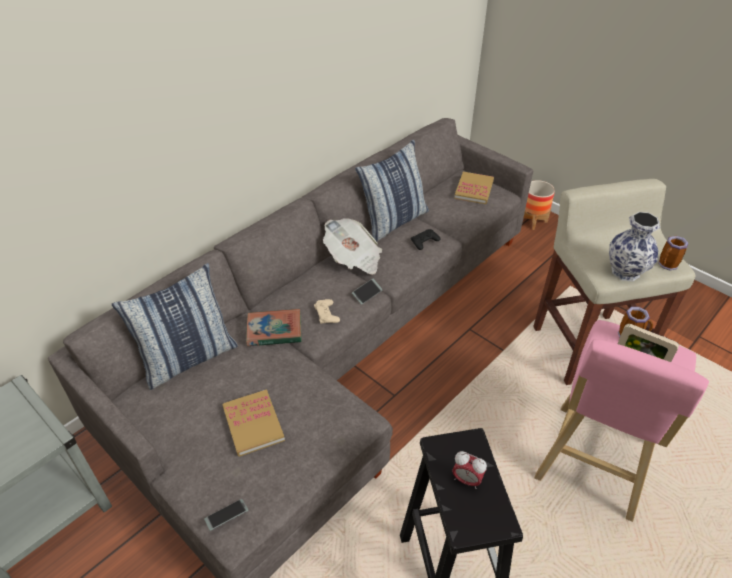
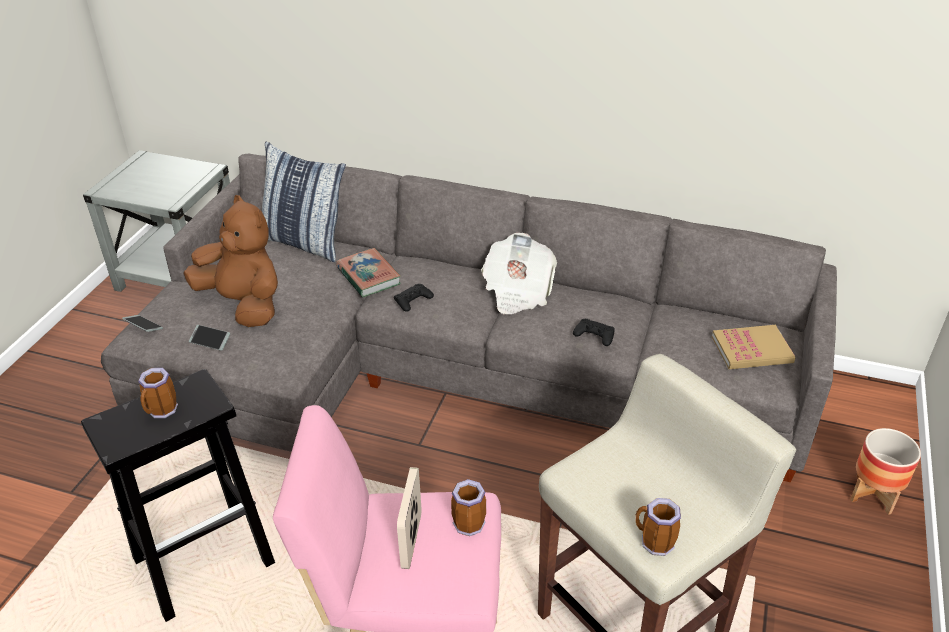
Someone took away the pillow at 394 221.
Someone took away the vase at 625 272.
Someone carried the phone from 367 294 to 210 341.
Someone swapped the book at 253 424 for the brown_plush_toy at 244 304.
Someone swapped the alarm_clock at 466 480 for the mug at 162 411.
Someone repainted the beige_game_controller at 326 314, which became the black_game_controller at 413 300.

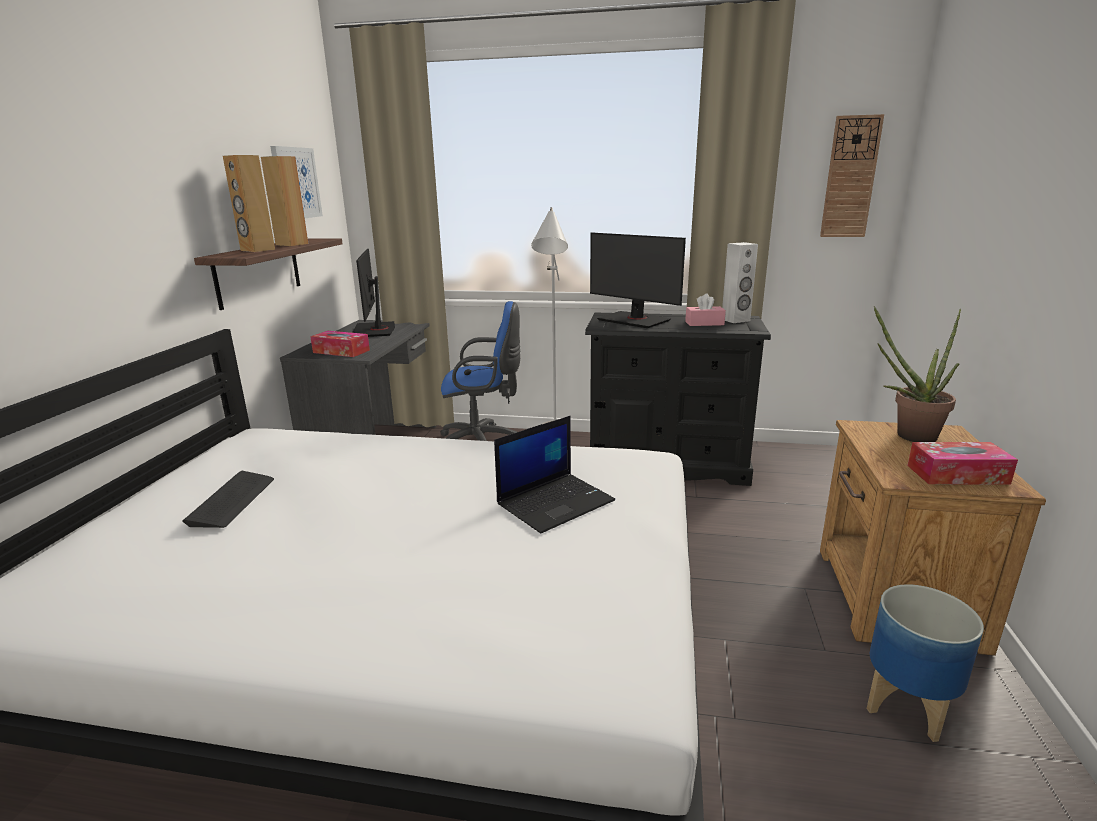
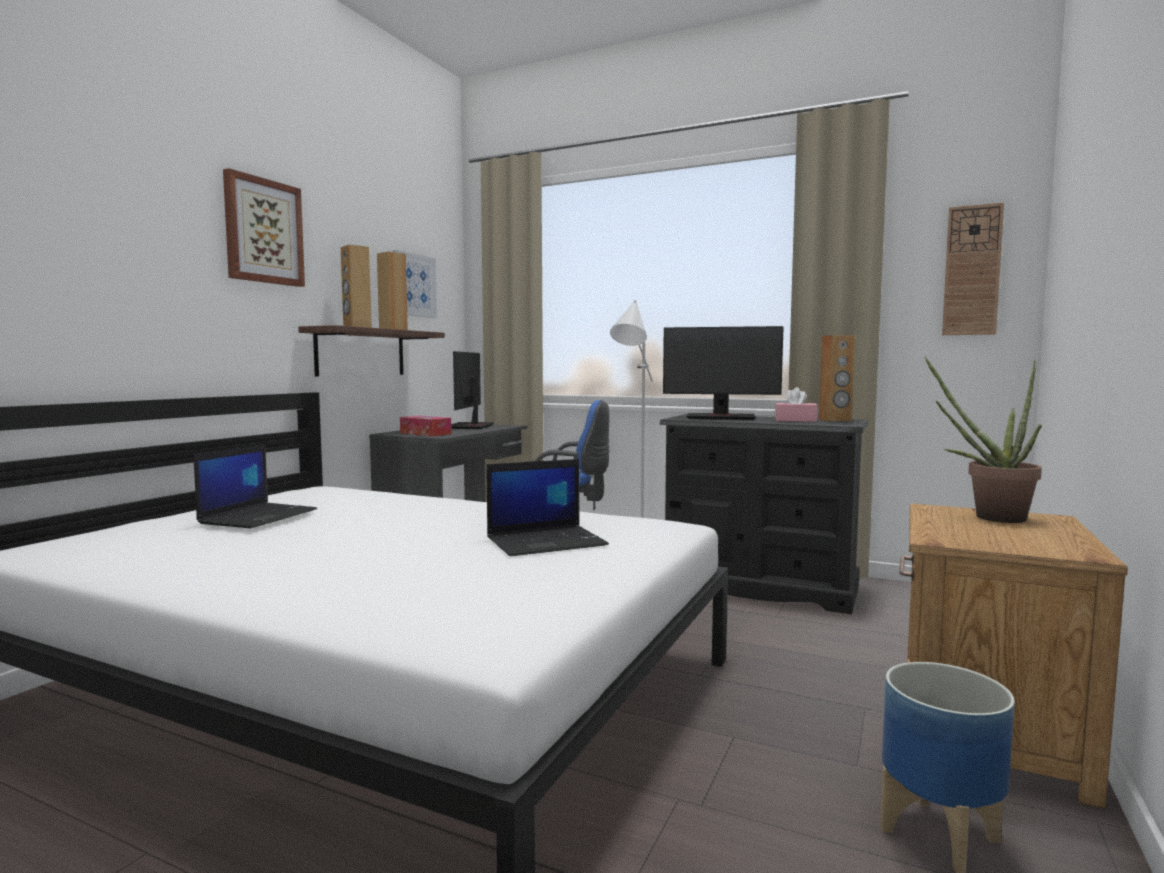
Someone took away the tissue_box at 957 474.
Someone put up the picture at 263 231.
Someone swapped the keyboard at 232 501 for the laptop at 259 516.
Someone repainted the white_speaker at 735 320, which became the brown_speaker at 835 420.
Someone rotated the monitor at 634 320 by 45 degrees counterclockwise.

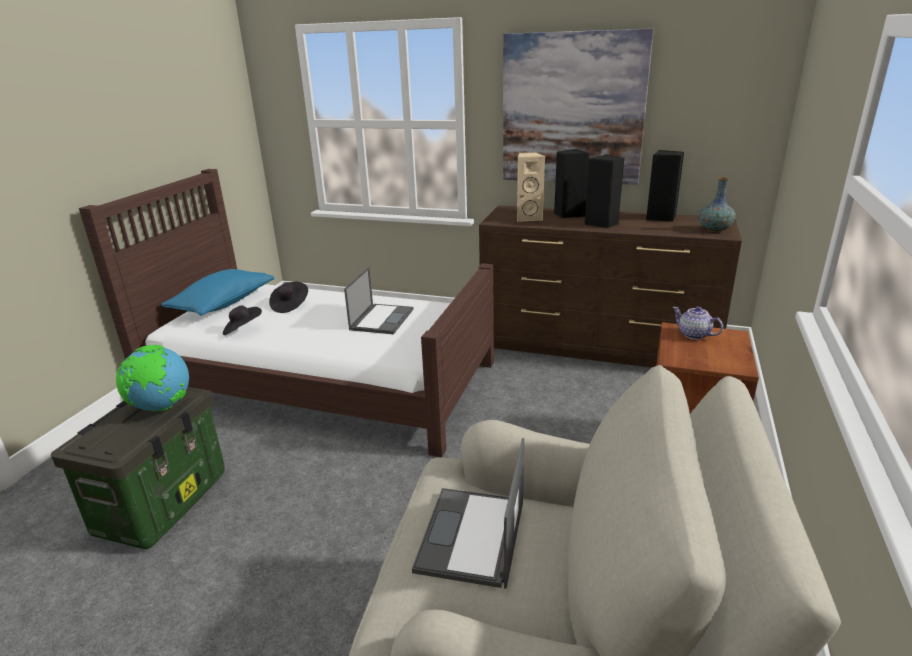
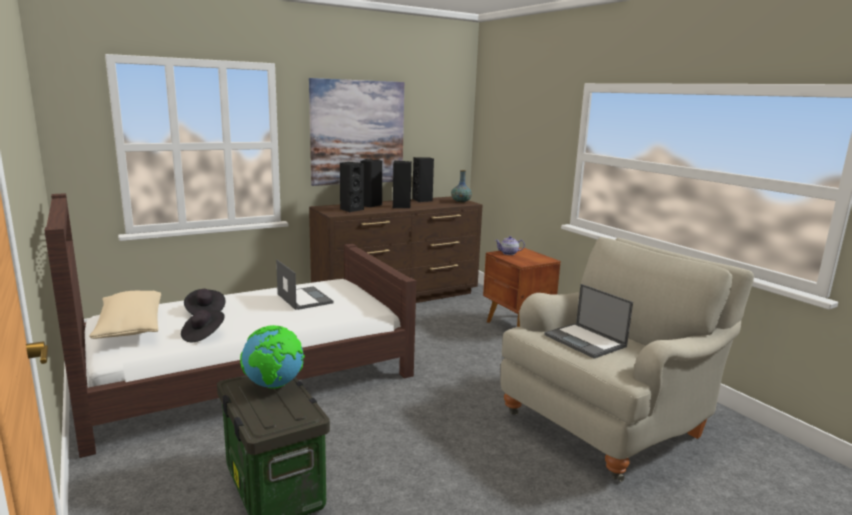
Someone repainted the blue_pillow at 223 304, which became the beige_pillow at 130 328.
Someone repainted the beige_speaker at 528 218, which became the black_speaker at 351 209.

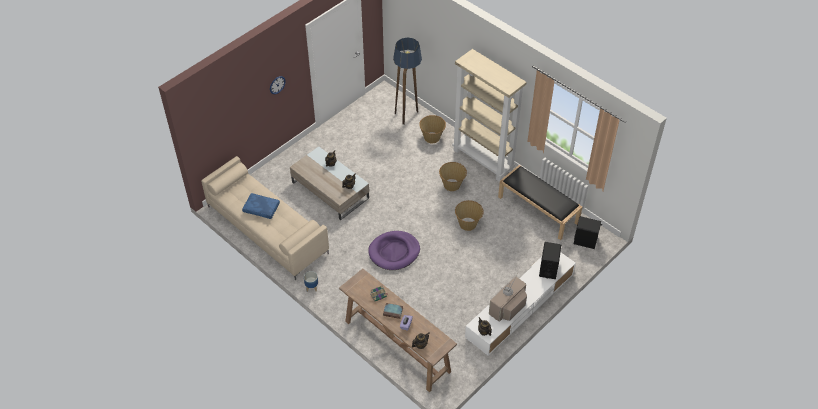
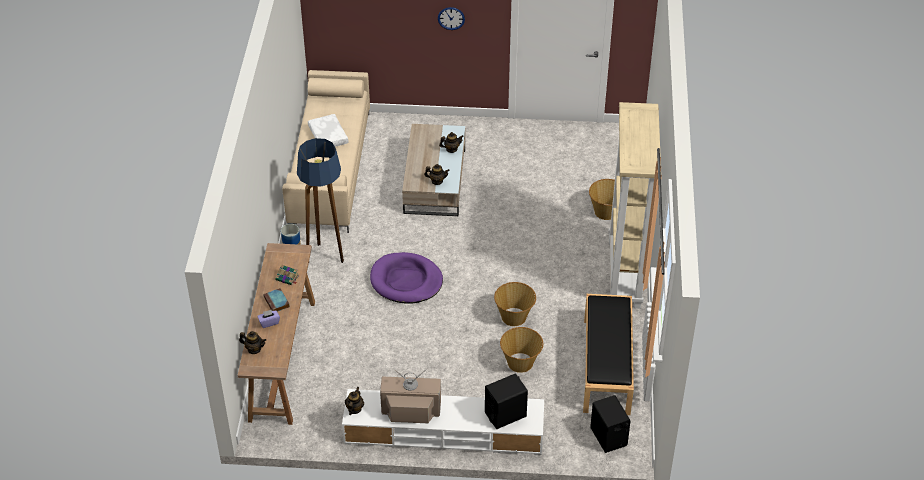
Someone carried the floor_lamp from 407 115 to 326 257.
Someone carried the basket from 452 185 to 520 363.
Someone repainted the blue_pillow at 261 209, which became the white_pillow at 327 136.

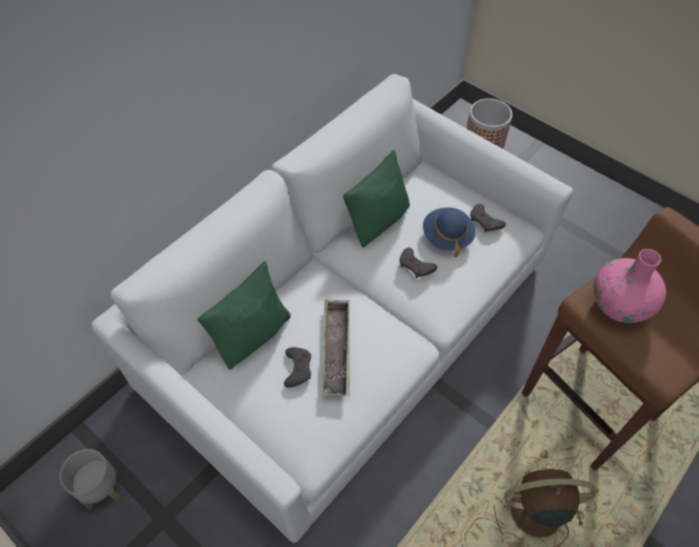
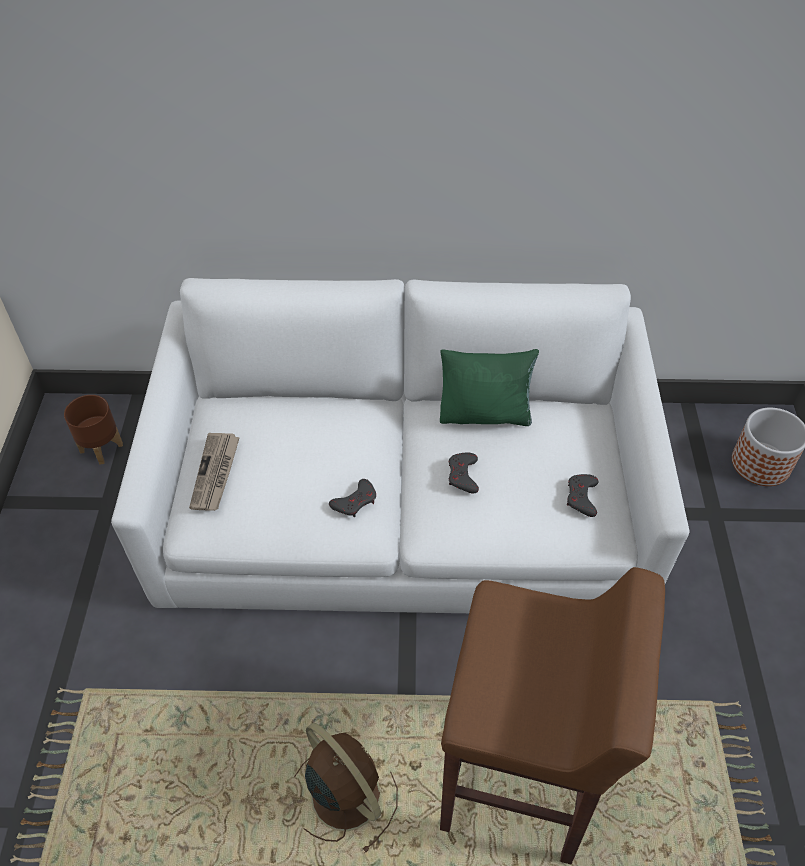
Someone took away the green_pillow at 253 335.
Someone took away the tray at 336 349.
Someone took away the blue_hat at 447 237.
Someone took away the pink_vase at 619 305.
Someone put down the newspaper at 215 473.
Someone carried the grey_game_controller from 298 368 to 355 501.
Someone repainted the grey_planter at 103 489, which became the brown_planter at 102 448.

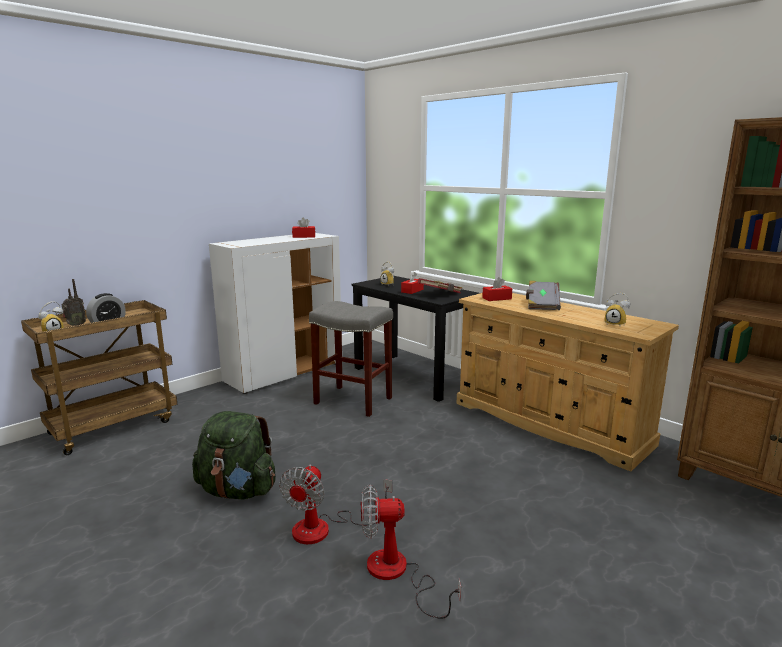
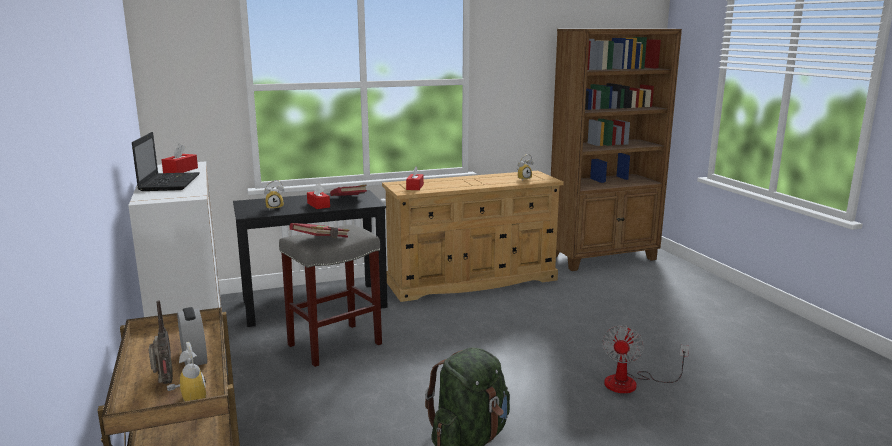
Someone took away the fan at 324 528.
Someone took away the grey_book at 542 305.
Someone put down the laptop at 169 182.
Someone put down the red_book at 321 241.

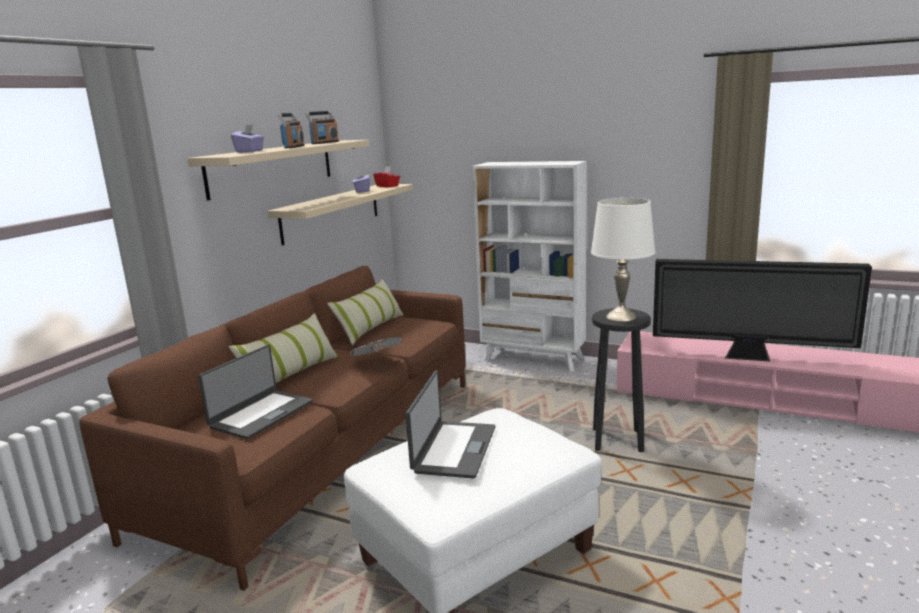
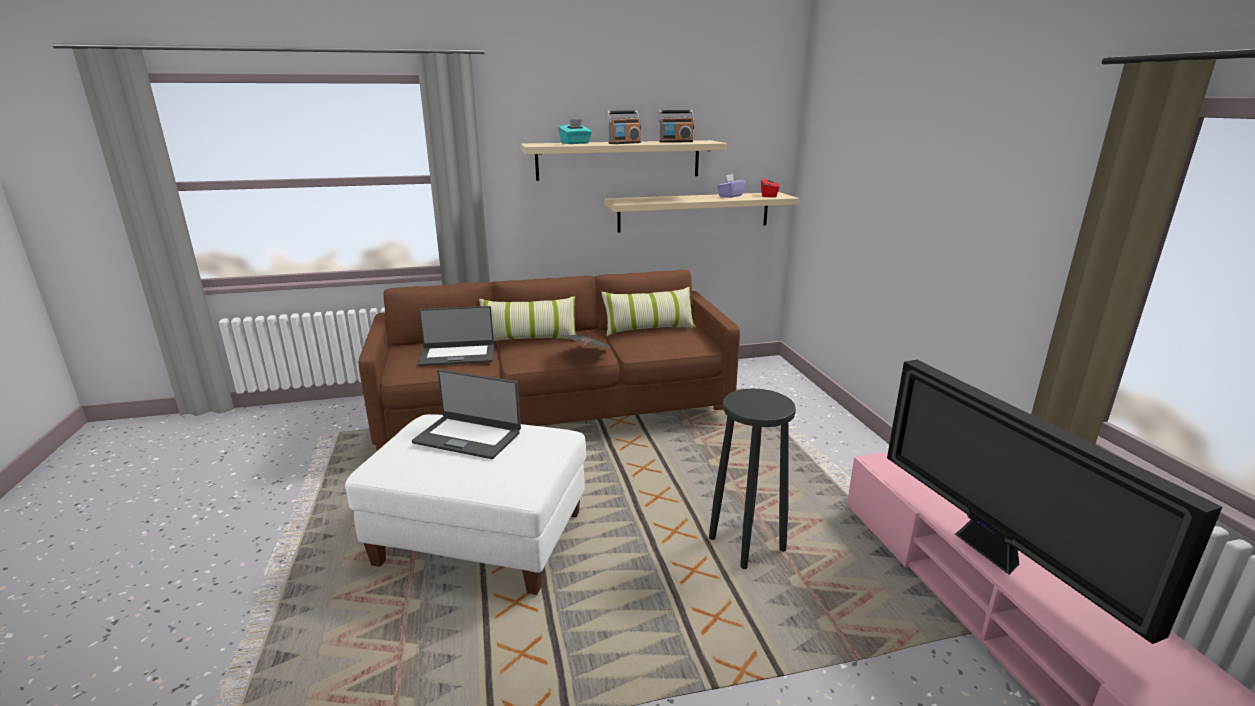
Someone took away the white_bookcase at 533 359.
Someone took away the white_table_lamp at 621 316.
Someone repainted the purple_tissue_box at 250 151, which became the turquoise_tissue_box at 575 143.
Someone rotated the laptop at 453 449 by 45 degrees clockwise.

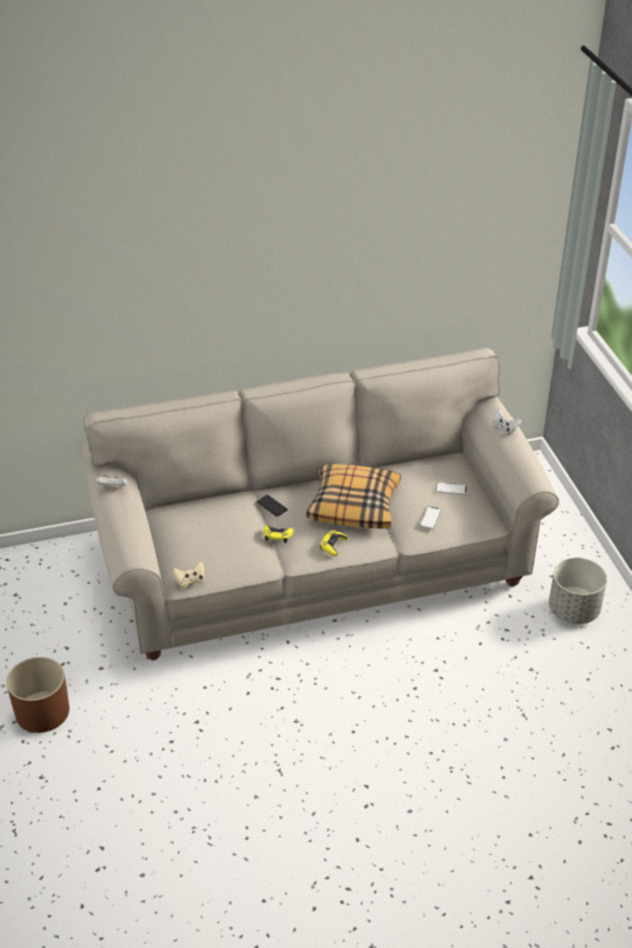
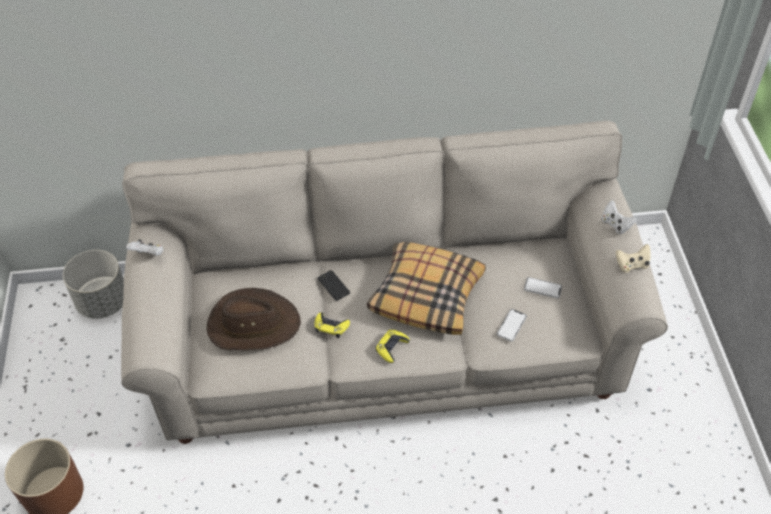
Someone put down the brown_hat at 253 324.
Someone carried the beige_game_controller from 190 581 to 632 265.
Someone carried the grey_planter from 574 610 to 103 301.

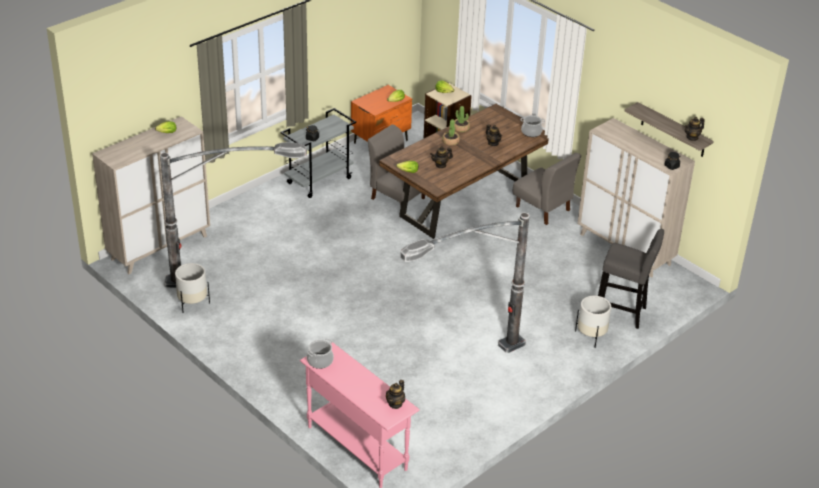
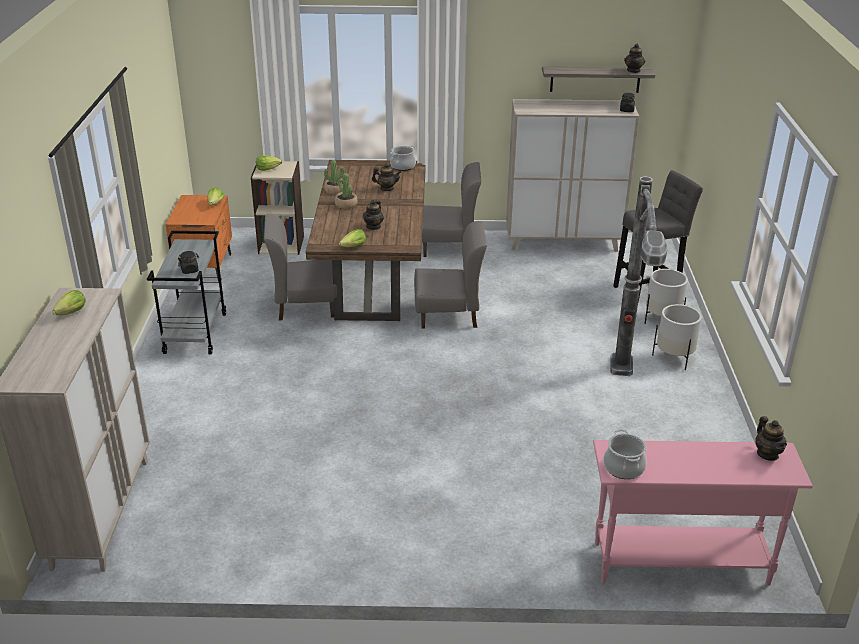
Someone took away the floor_lamp at 237 284.
Someone put down the grey_chair at 448 315.
Someone carried the white_planter from 193 303 to 674 358.

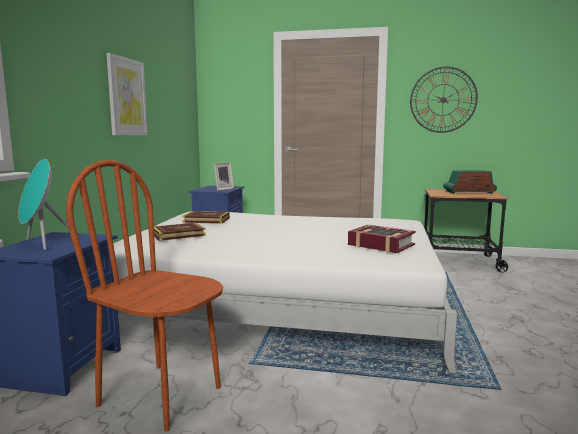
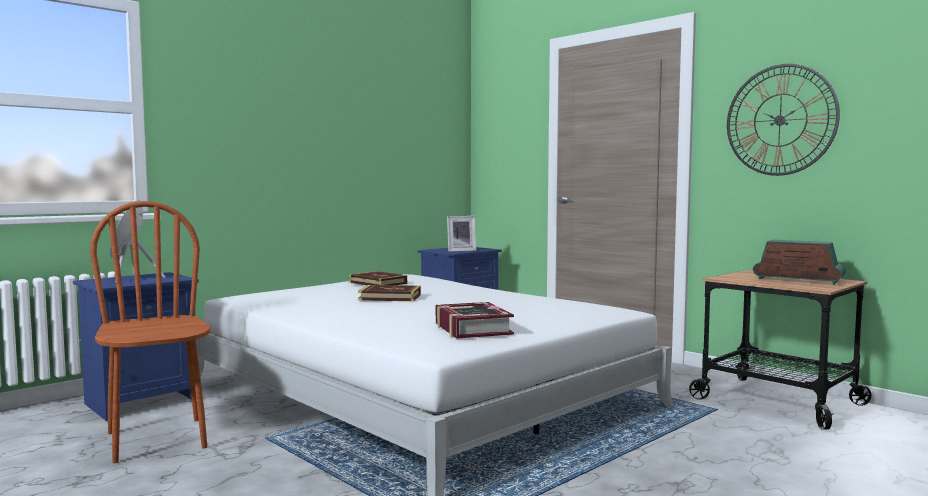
Someone took away the picture at 126 97.
Someone carried the book from 178 235 to 390 297.

